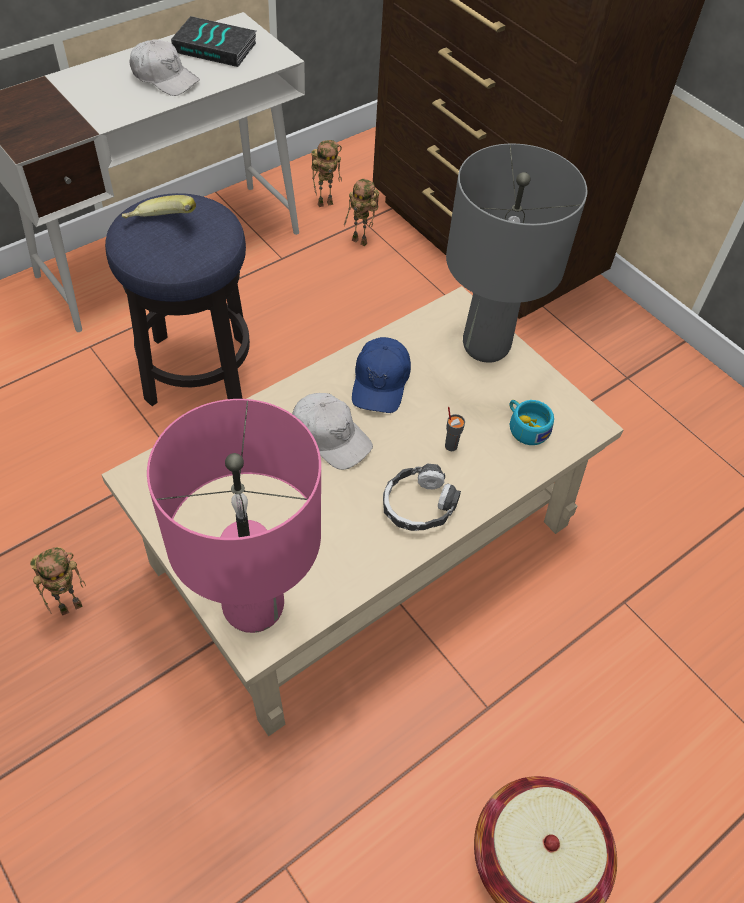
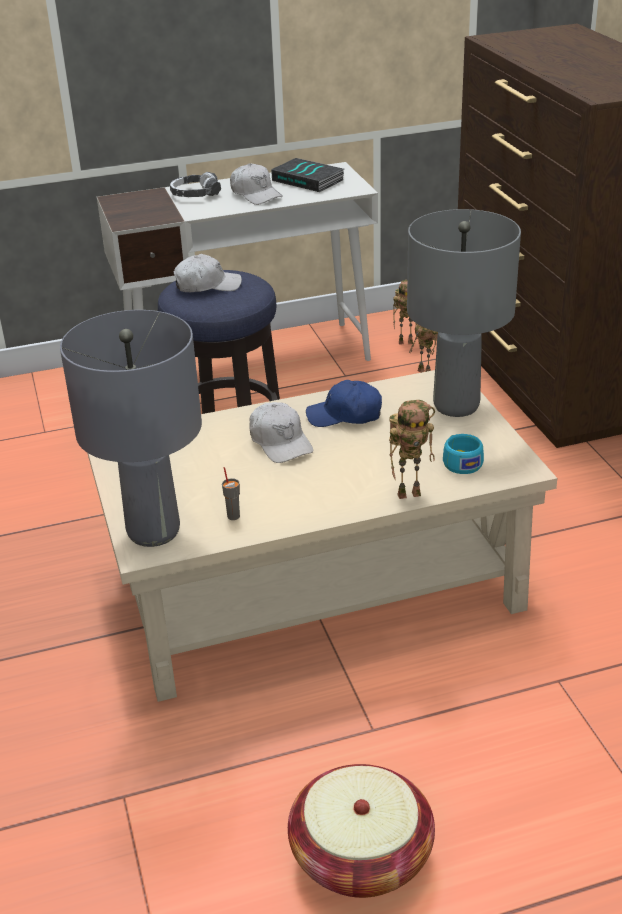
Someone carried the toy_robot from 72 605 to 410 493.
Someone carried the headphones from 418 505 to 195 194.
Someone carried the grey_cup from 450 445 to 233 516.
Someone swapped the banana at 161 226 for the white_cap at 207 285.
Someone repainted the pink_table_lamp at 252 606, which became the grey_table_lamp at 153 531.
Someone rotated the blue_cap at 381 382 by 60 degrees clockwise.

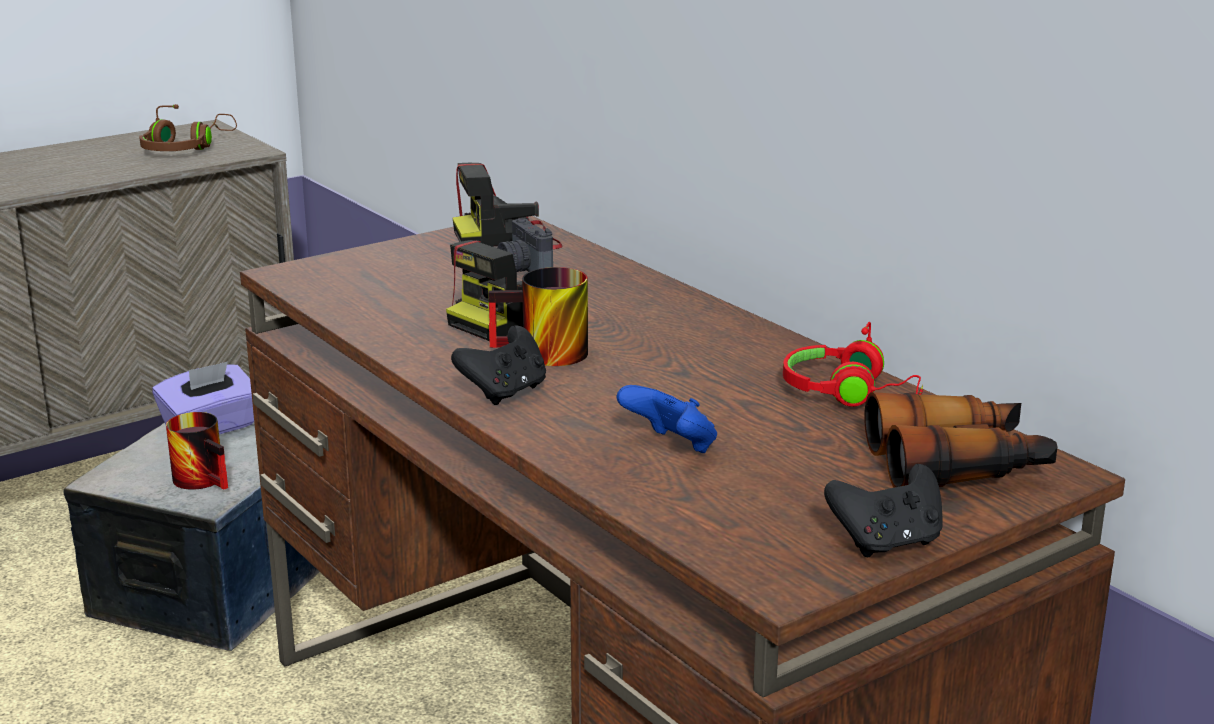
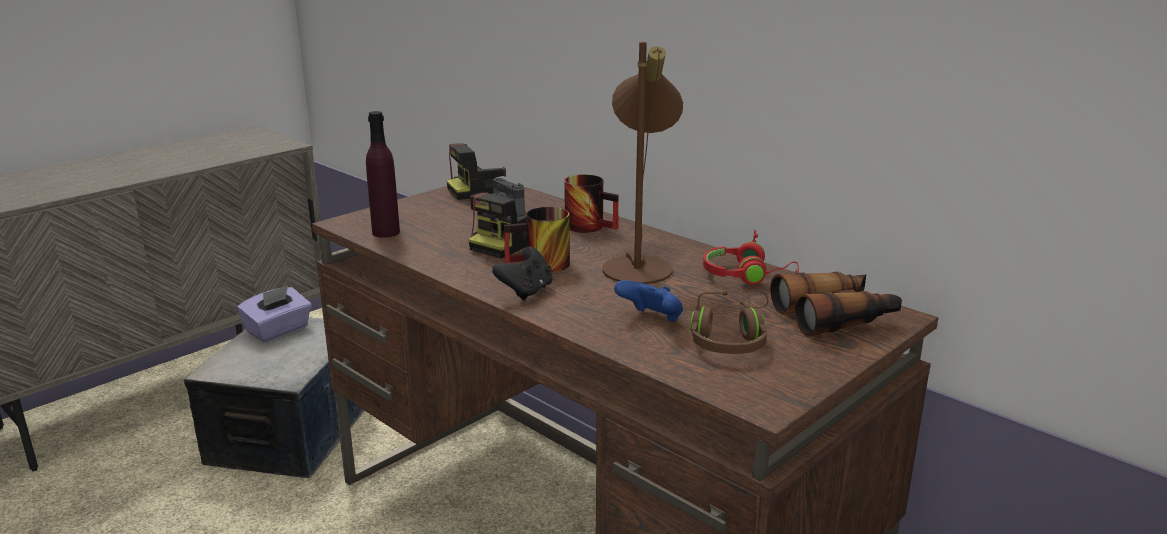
Someone took away the black_game_controller at 887 543.
Someone put down the purple_bottle at 386 232.
Someone put down the brown_table_lamp at 640 264.
Someone carried the brown_headphones from 185 148 to 731 338.
Someone carried the mug from 207 479 to 592 226.

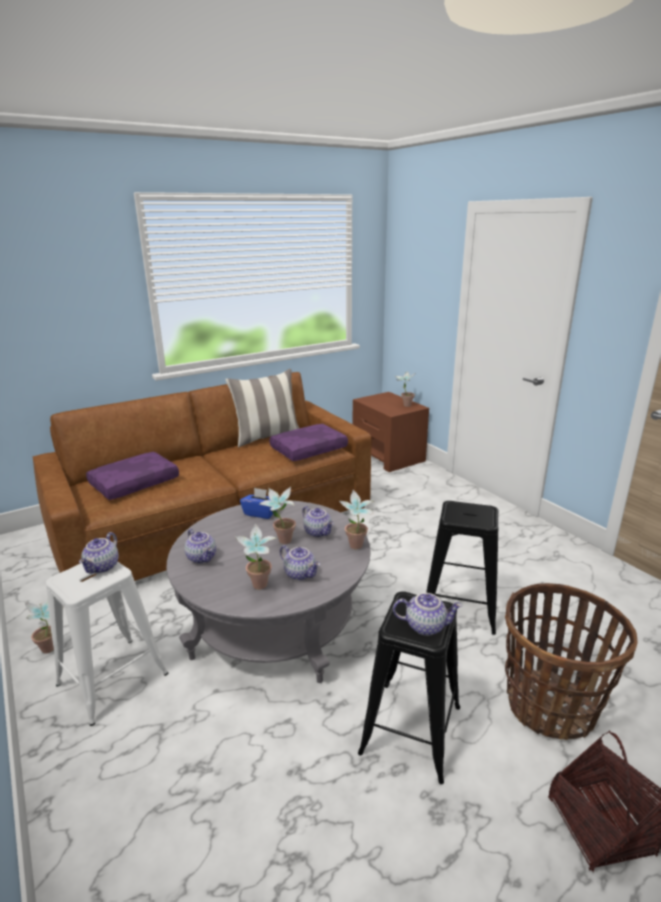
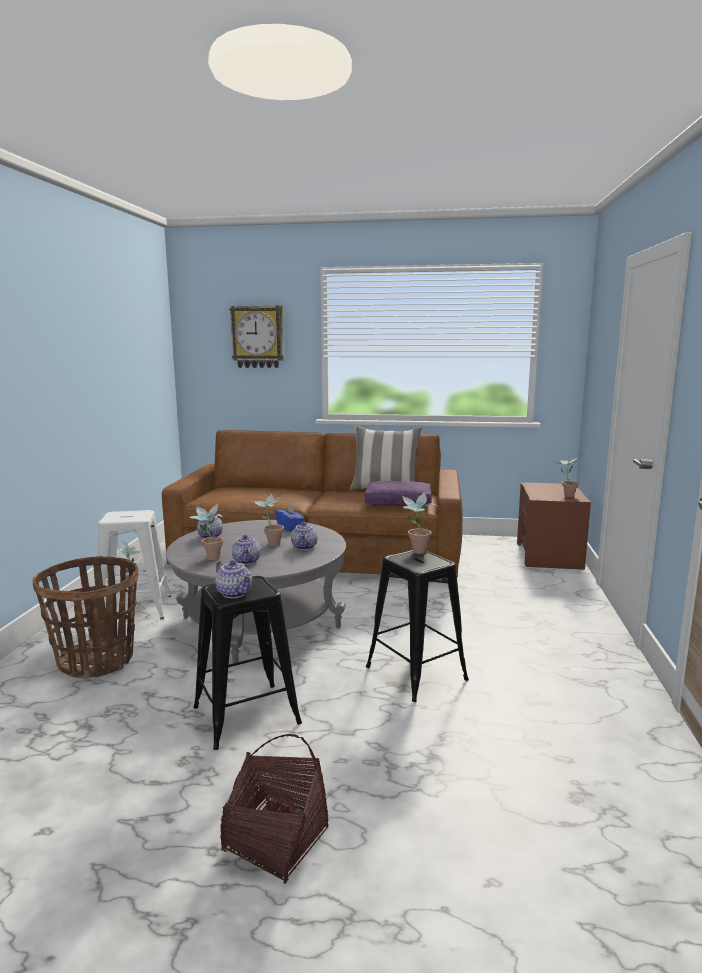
Someone took away the teapot at 103 567.
Someone took away the purple_pillow at 134 483.
Someone put up the wall_clock at 258 337.
Someone carried the potted_plant from 357 548 to 417 553.
Someone carried the basket from 550 705 to 96 661.

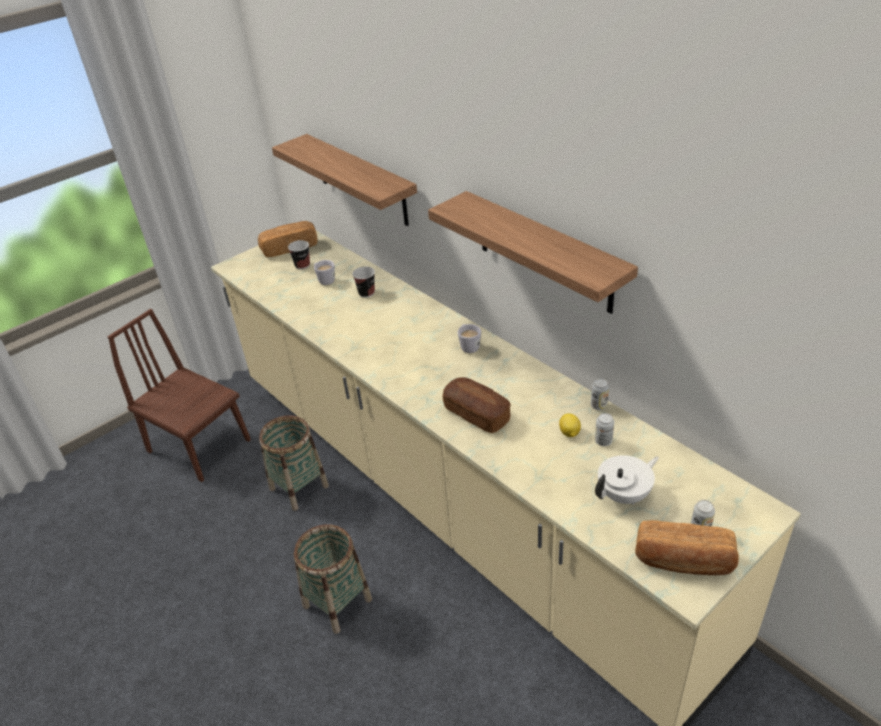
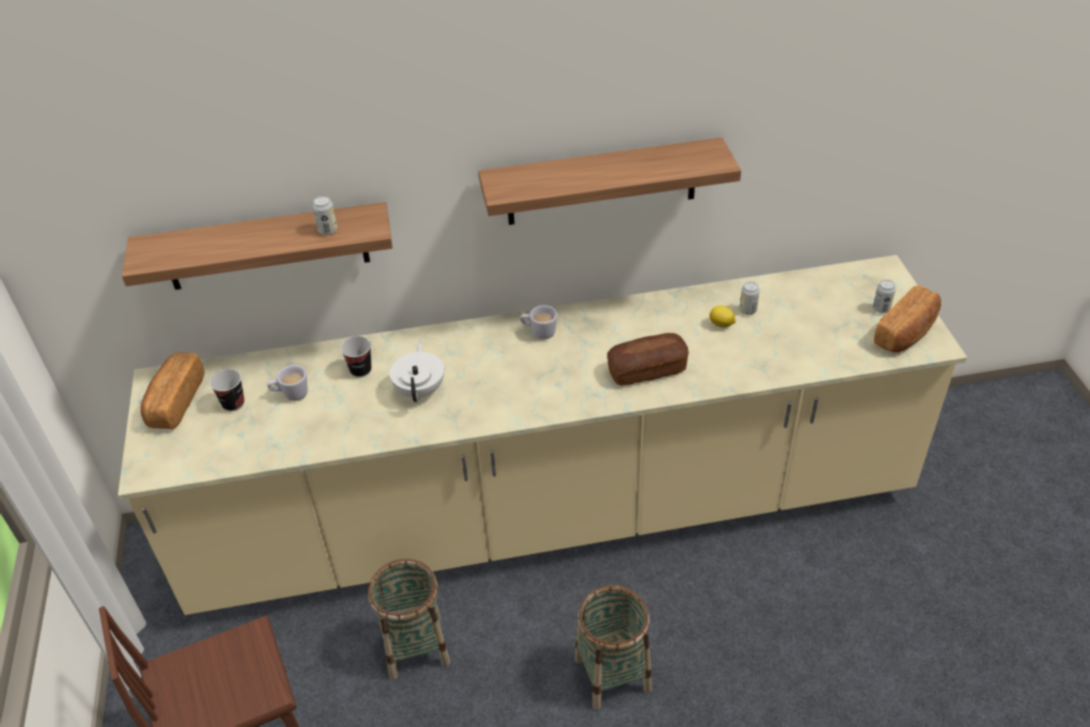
Someone carried the can from 599 406 to 328 230.
Someone carried the white_teapot from 624 495 to 420 390.

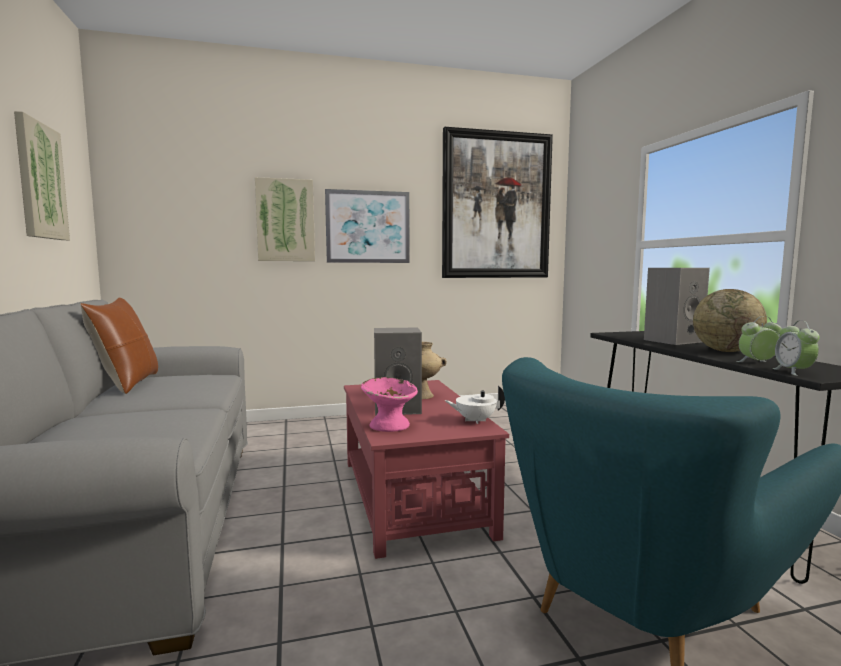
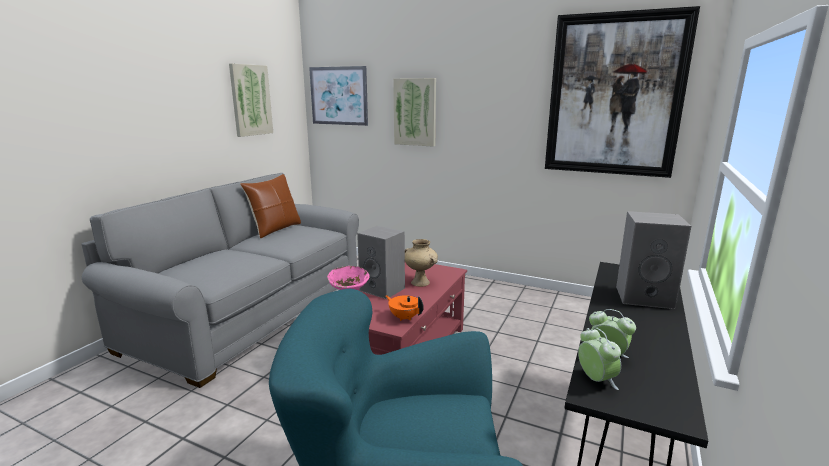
Someone took away the globe at 726 351.
Someone carried the picture from 368 227 to 339 96.
Someone repainted the white_teapot at 475 421, which became the orange_teapot at 404 317.
Someone rotated the alarm_clock at 793 372 by 120 degrees clockwise.

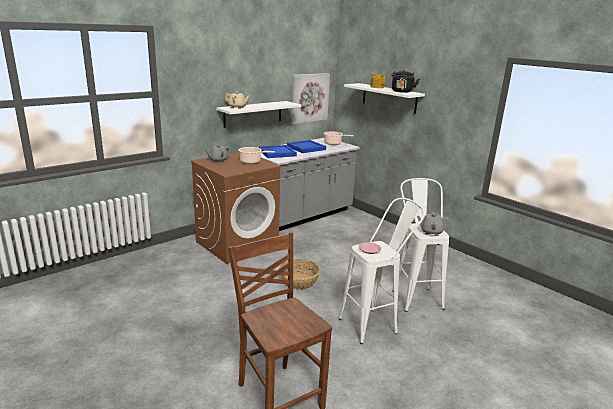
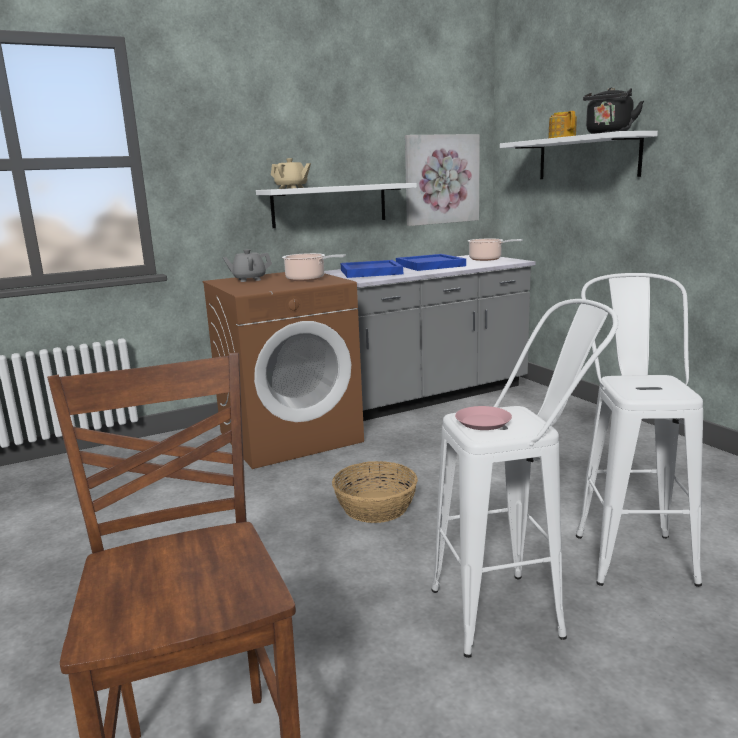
Someone took away the grey_teapot at 431 232.

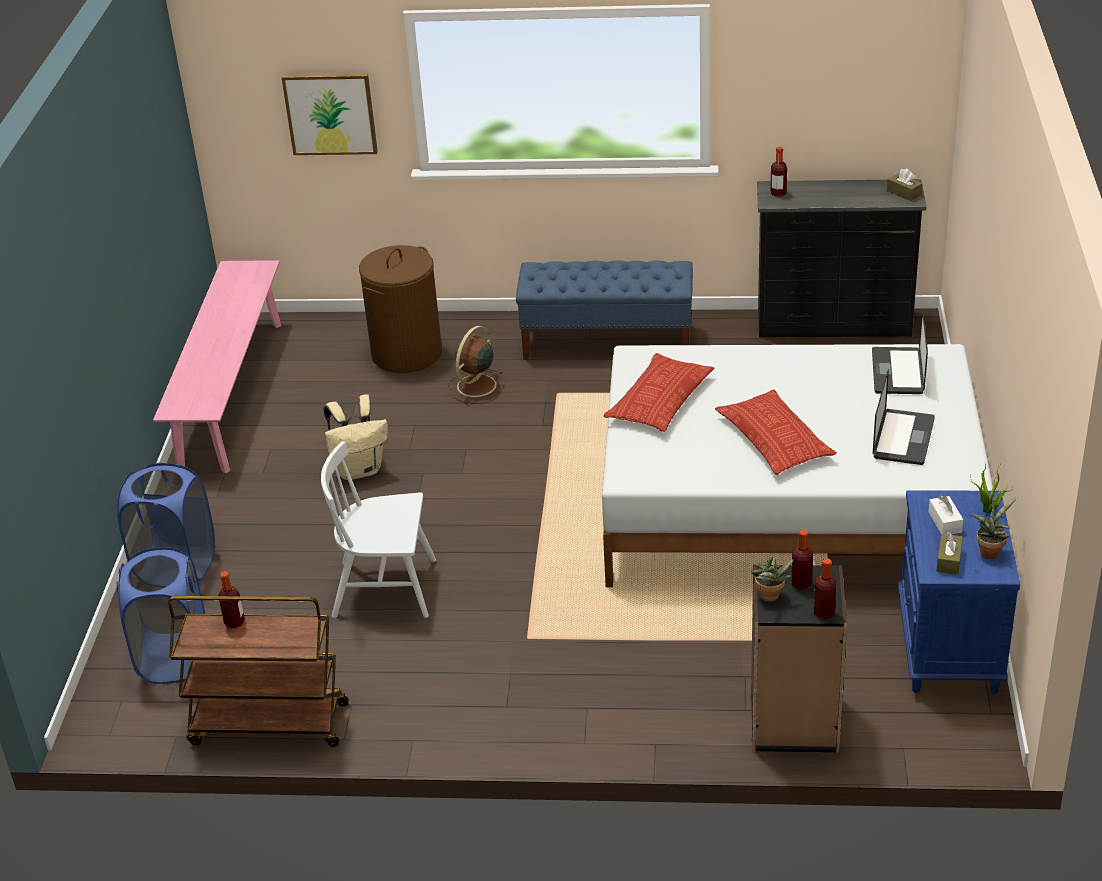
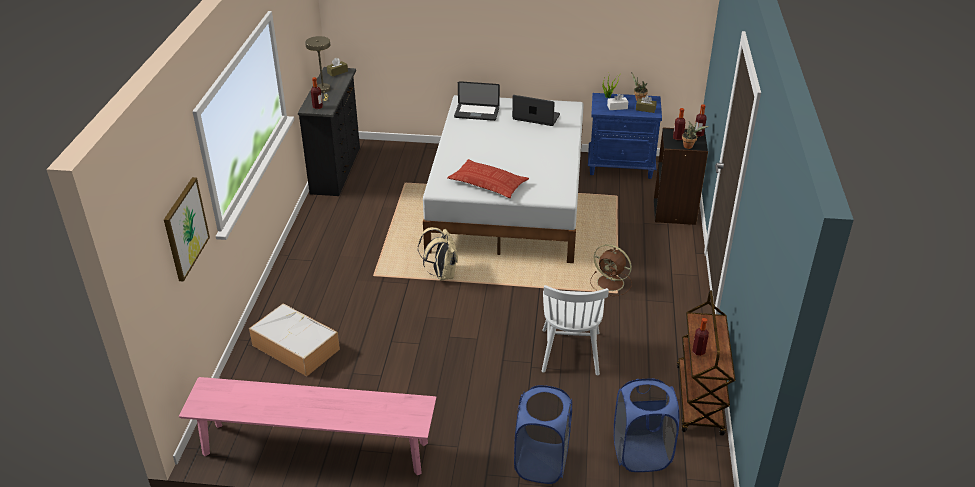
Someone took away the blue_bench at 608 342.
Someone took away the pillow at 774 439.
Someone put down the beige_table_lamp at 323 90.
Someone carried the beige_backpack from 359 469 to 441 274.
Someone carried the brown_fan from 475 387 to 611 283.
Someone swapped the brown_laundry_basket at 406 353 for the storage_box at 294 347.

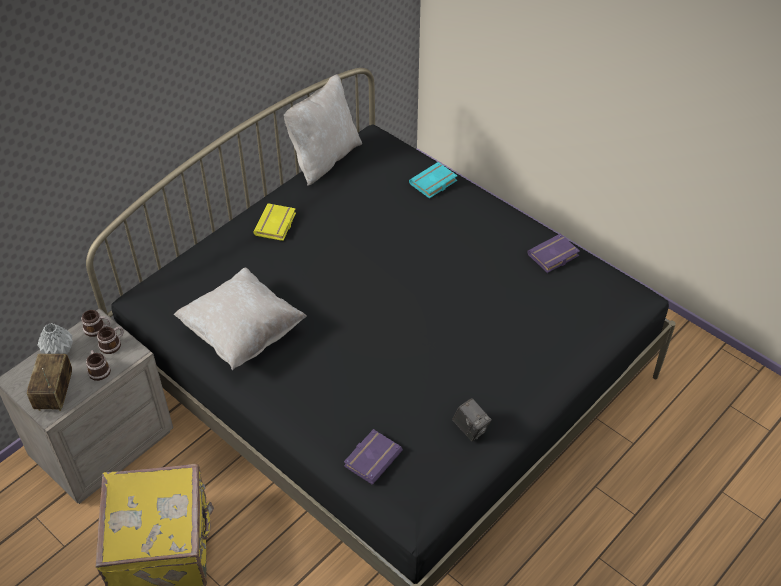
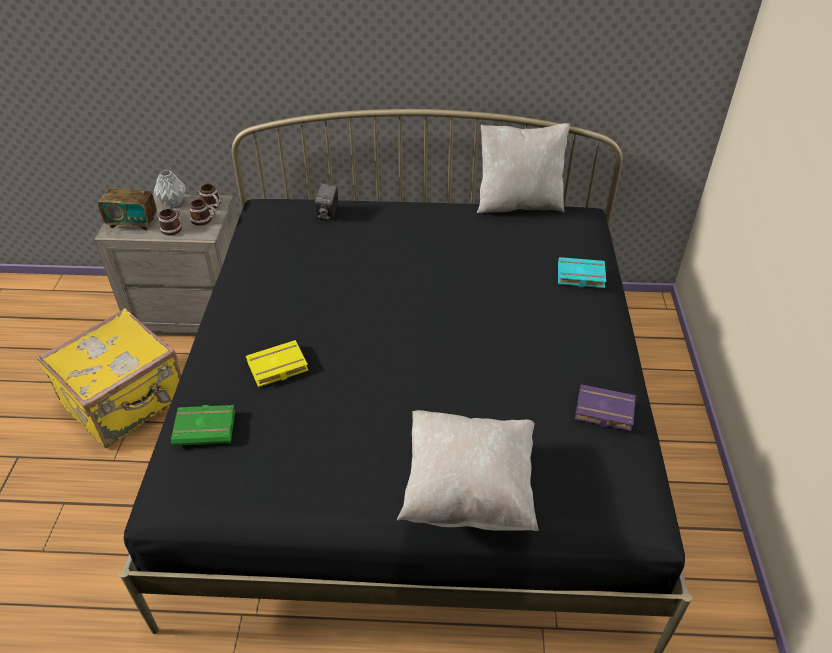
Someone carried the beige_pillow from 242 333 to 468 490.
Someone carried the yellow_book from 276 225 to 277 368.
Someone carried the photo_camera from 470 429 to 327 213.
Someone repainted the purple_book at 372 457, which became the green_book at 206 427.
Someone rotated the radio at 55 393 by 135 degrees counterclockwise.

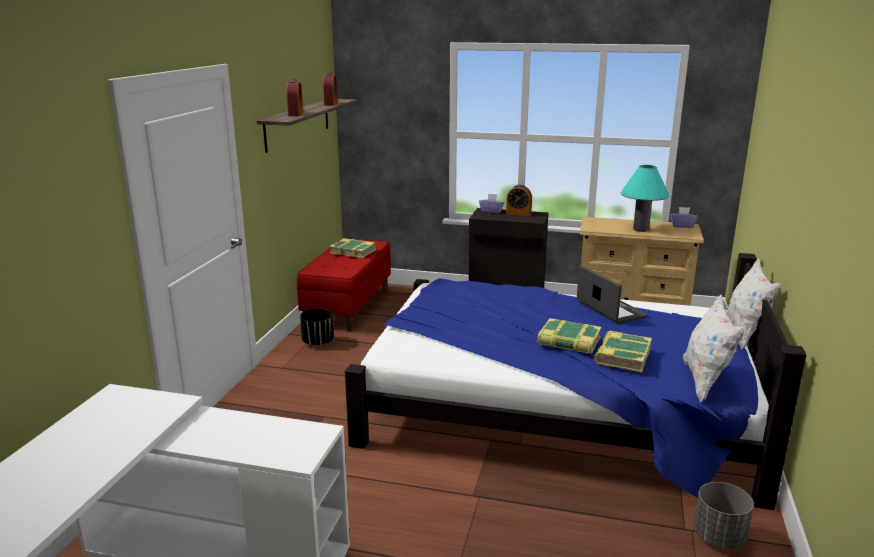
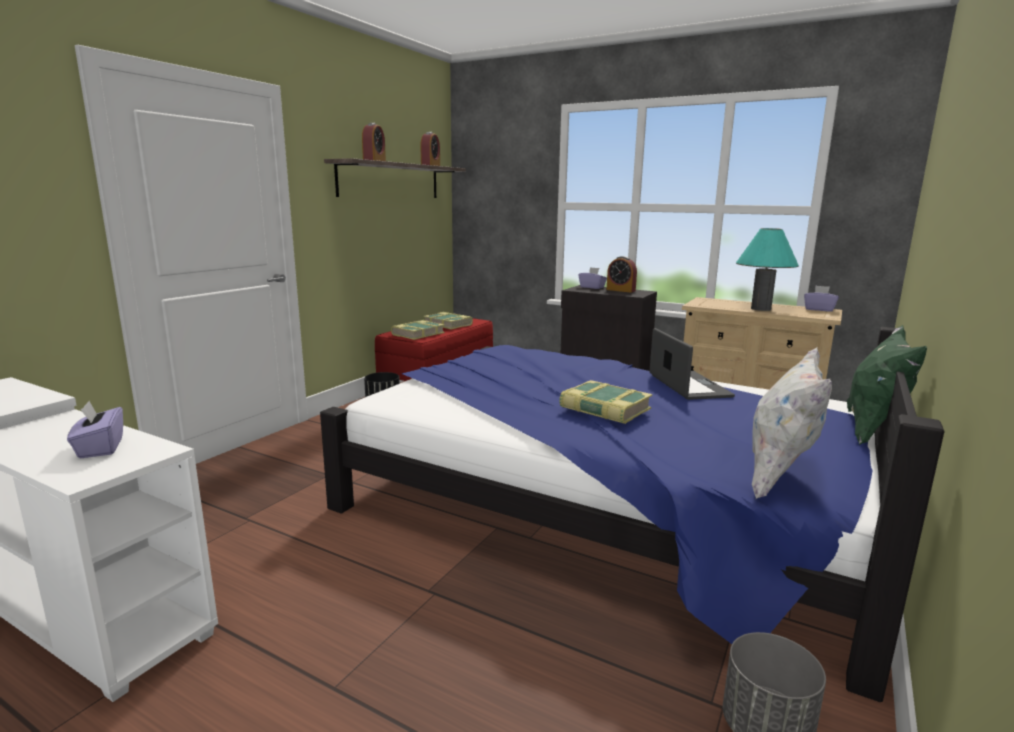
Someone put down the purple_tissue_box at 100 448.
Someone carried the book from 622 356 to 417 334.
Someone repainted the white_pillow at 745 333, which became the green_pillow at 873 428.

